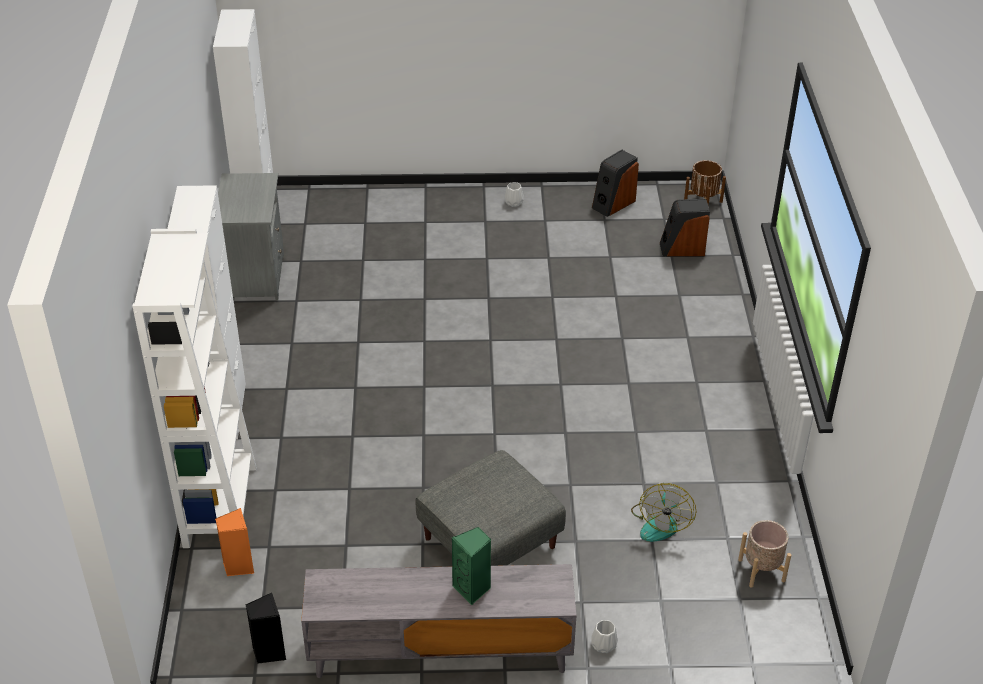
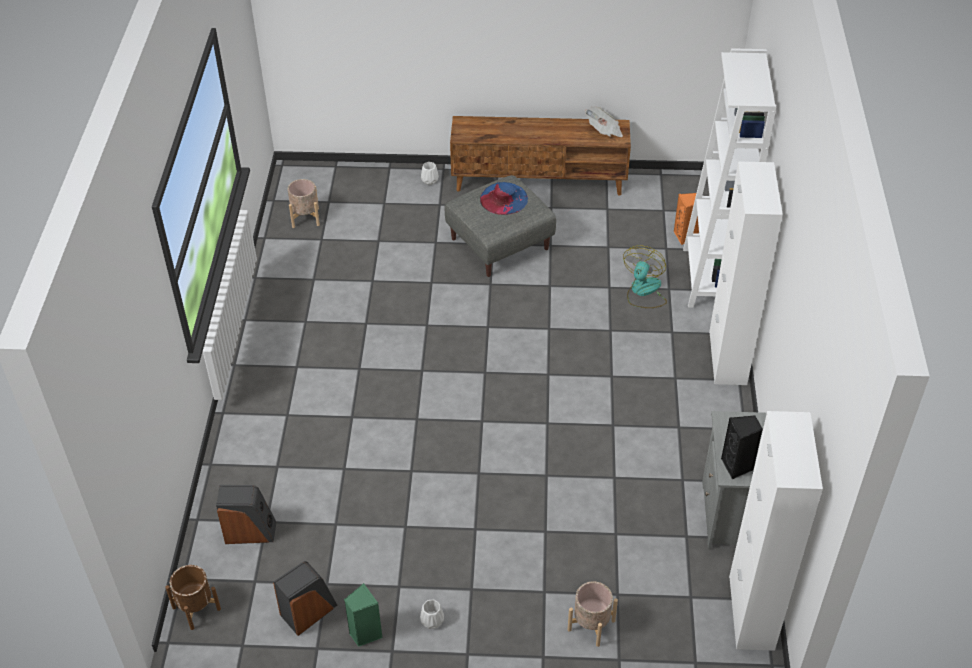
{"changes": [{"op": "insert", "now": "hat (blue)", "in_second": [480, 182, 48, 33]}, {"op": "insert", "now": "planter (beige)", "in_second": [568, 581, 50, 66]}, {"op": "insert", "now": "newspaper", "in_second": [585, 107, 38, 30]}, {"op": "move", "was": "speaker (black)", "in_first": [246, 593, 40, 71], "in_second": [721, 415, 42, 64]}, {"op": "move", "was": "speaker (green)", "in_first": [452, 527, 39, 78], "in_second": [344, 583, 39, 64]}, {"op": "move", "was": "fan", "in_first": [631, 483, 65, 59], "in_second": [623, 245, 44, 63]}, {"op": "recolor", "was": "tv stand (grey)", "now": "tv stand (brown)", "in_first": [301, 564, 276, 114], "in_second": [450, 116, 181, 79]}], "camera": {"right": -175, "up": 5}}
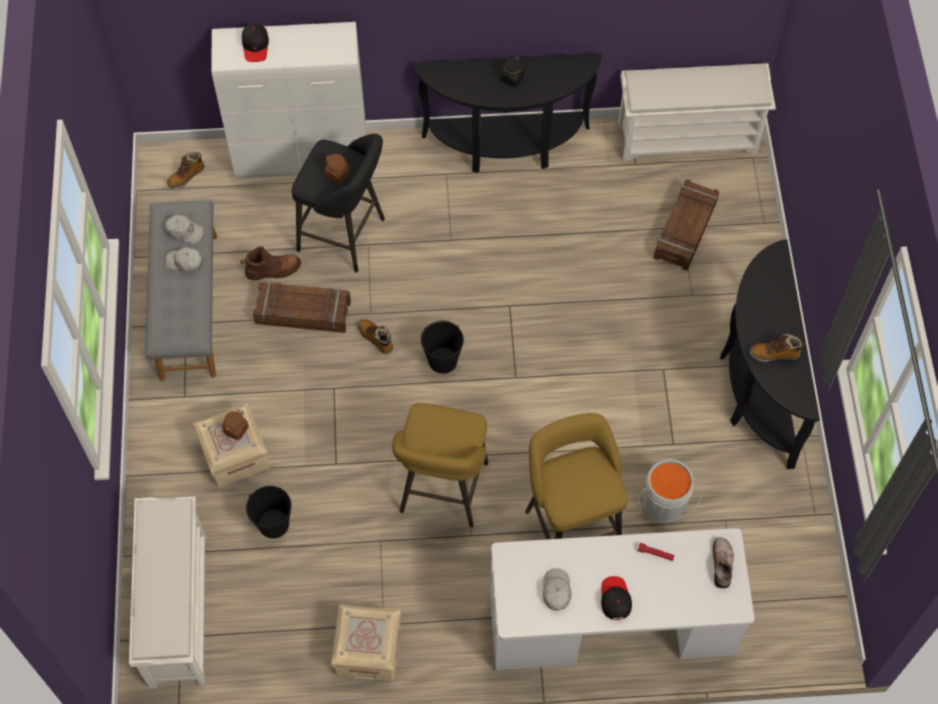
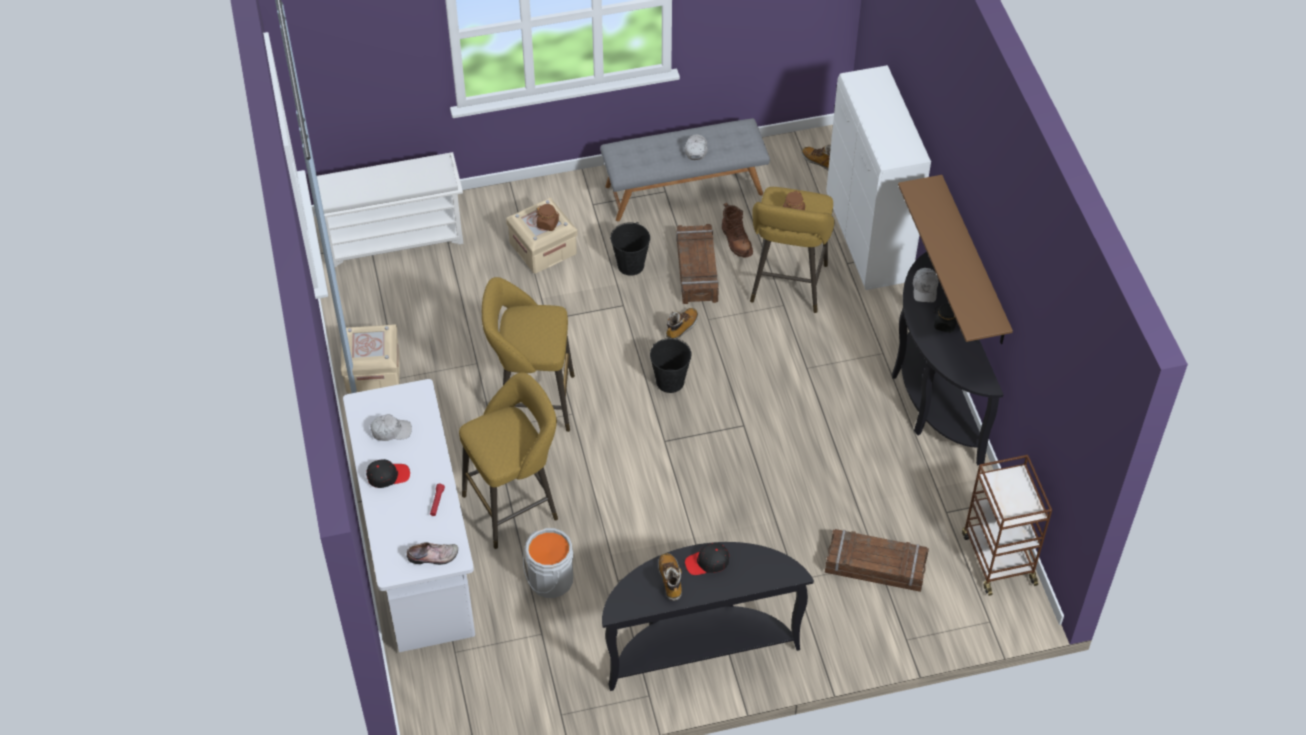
{"changes": [{"op": "insert", "now": "shelf (brown)", "in_second": [898, 175, 115, 169]}, {"op": "move", "was": "cap (white)", "in_first": [165, 215, 39, 29], "in_second": [912, 268, 26, 34]}, {"op": "move", "was": "cap (black)", "in_first": [242, 23, 27, 39], "in_second": [685, 543, 44, 32]}, {"op": "move", "was": "bucket (black)", "in_first": [246, 486, 45, 52], "in_second": [610, 222, 40, 54]}, {"op": "replace", "was": "shoe rack (white)", "now": "cart (brown)", "in_first": [618, 63, 158, 98], "in_second": [962, 455, 90, 141]}, {"op": "recolor", "was": "stool (black)", "now": "stool (yellow)", "in_first": [292, 134, 93, 138], "in_second": [750, 187, 85, 126]}], "camera": {"right": 80, "up": -10}}
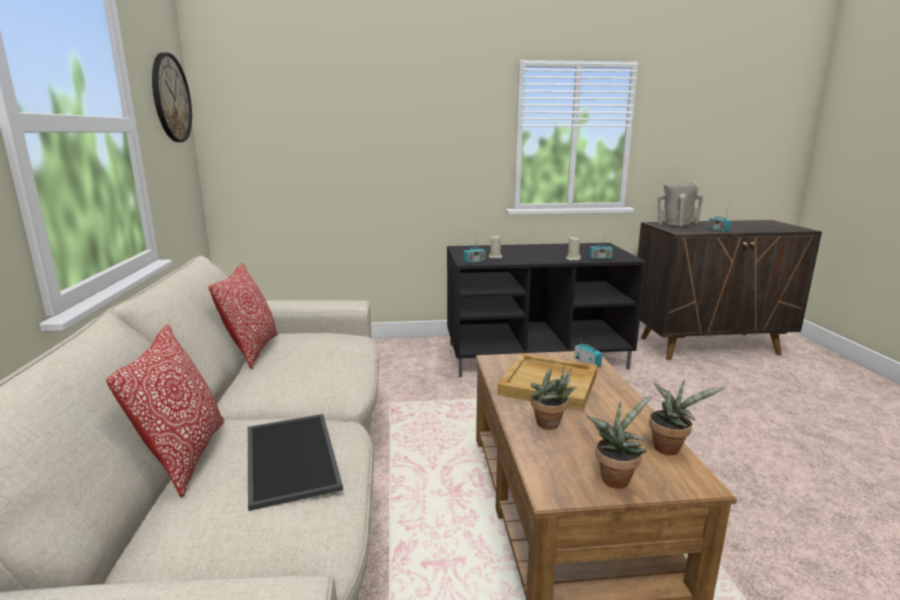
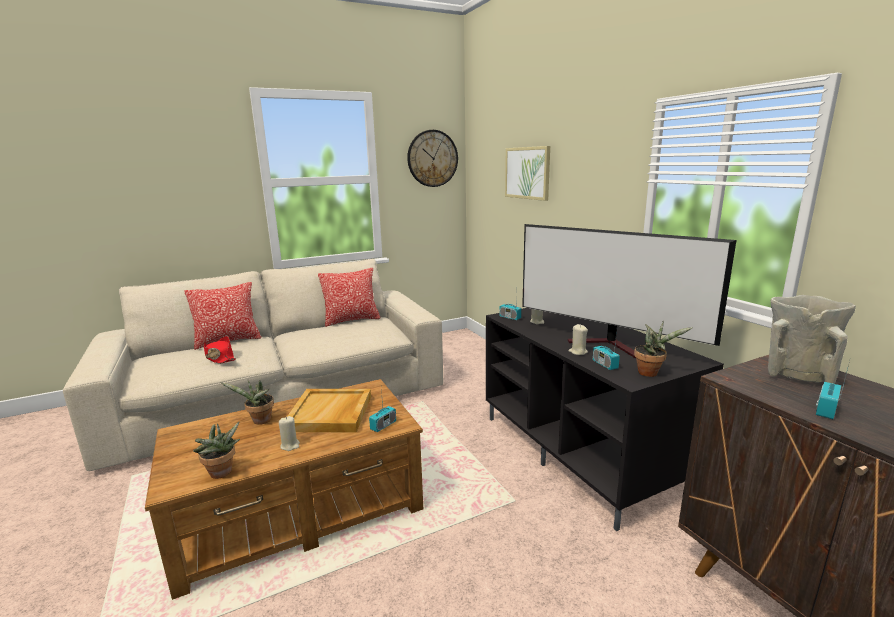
{"changes": [{"op": "insert", "now": "candle (beige)", "in_second": [279, 416, 21, 35]}, {"op": "insert", "now": "picture", "in_second": [505, 146, 45, 55]}, {"op": "insert", "now": "television", "in_second": [522, 224, 214, 134]}, {"op": "move", "was": "potted plant", "in_first": [587, 395, 65, 93], "in_second": [634, 321, 59, 56]}, {"op": "replace", "was": "tray", "now": "hat (red)", "in_first": [248, 414, 95, 97], "in_second": [203, 336, 33, 28]}], "camera": {"right": 70, "up": 0}}
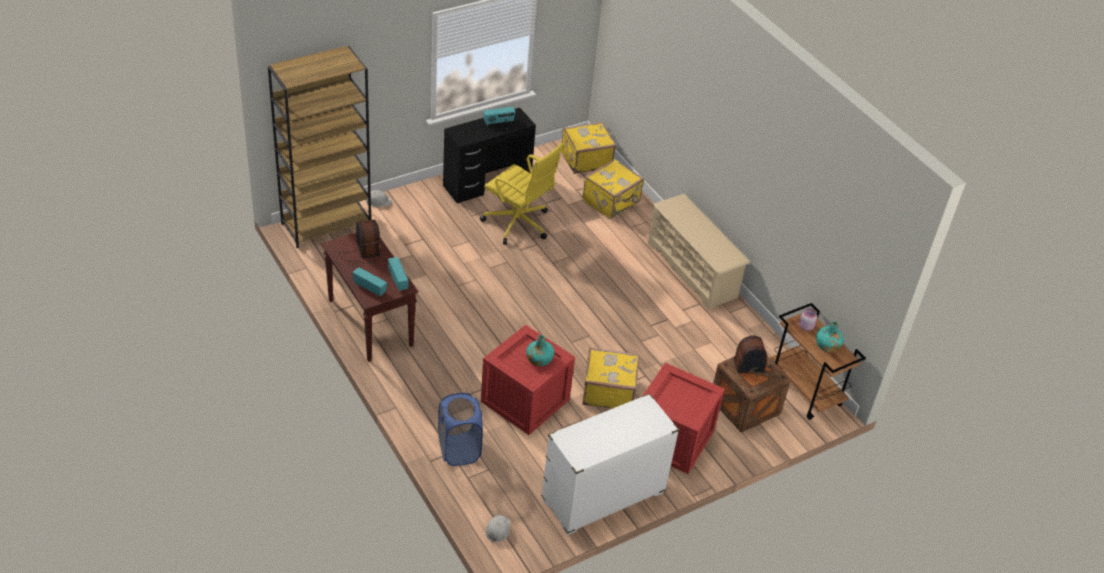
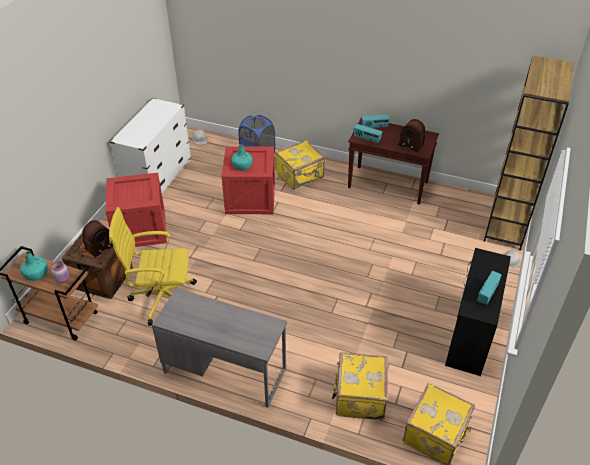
{"changes": [{"op": "move", "was": "office chair (yellow)", "in_first": [480, 143, 83, 102], "in_second": [109, 207, 88, 119]}, {"op": "move", "was": "suitcase (yellow)", "in_first": [582, 348, 58, 60], "in_second": [275, 140, 50, 49]}, {"op": "replace", "was": "shoe rack (beige)", "now": "desk (grey)", "in_first": [648, 194, 102, 117], "in_second": [152, 288, 135, 120]}], "camera": {"right": 145, "up": 0}}
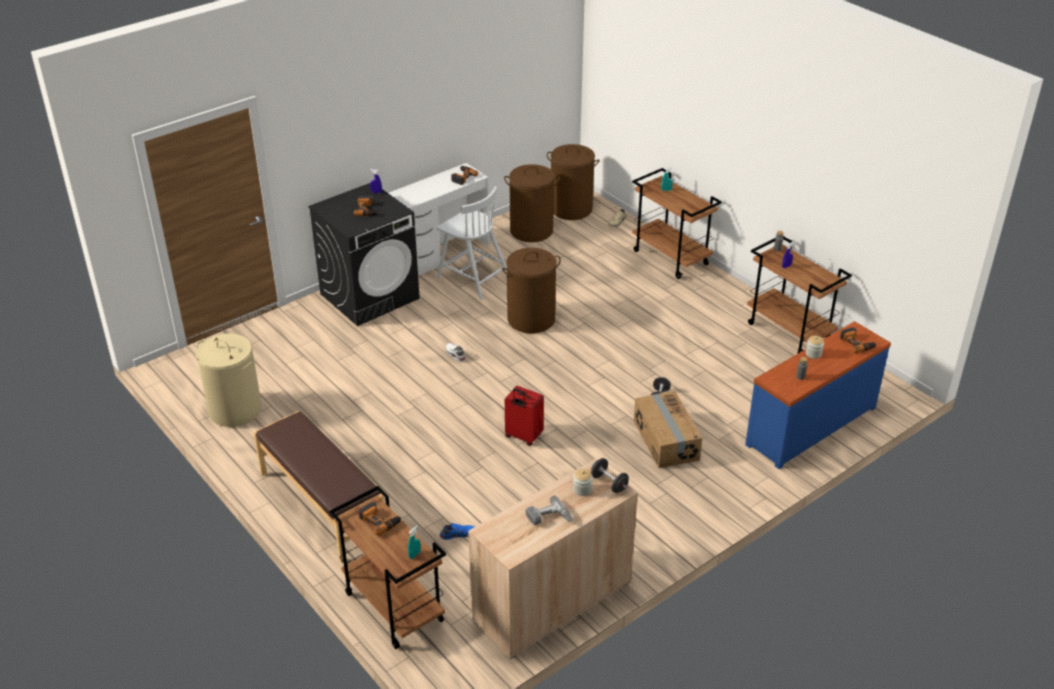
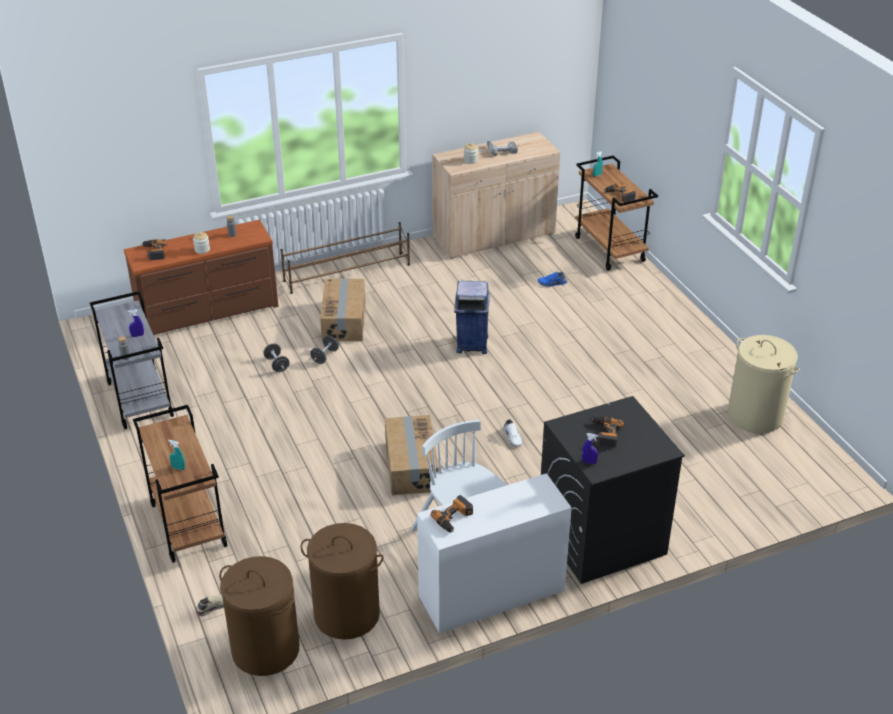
{"changes": [{"op": "delete", "was": "bench (brown)", "in_first": [253, 411, 131, 152]}, {"op": "insert", "now": "shoe rack (brown)", "in_second": [280, 222, 130, 72]}, {"op": "move", "was": "dumbbell (black)", "in_first": [591, 458, 38, 35], "in_second": [263, 344, 26, 28]}, {"op": "replace", "was": "laundry basket (brown)", "now": "cardboard box", "in_first": [502, 248, 59, 85], "in_second": [385, 415, 54, 80]}, {"op": "replace", "was": "suitcase (red)", "now": "trash can (blue)", "in_first": [505, 386, 39, 60], "in_second": [454, 281, 36, 73]}, {"op": "recolor", "was": "dresser (blue)", "now": "dresser (brown)", "in_first": [745, 321, 146, 148], "in_second": [124, 220, 154, 115]}, {"op": "recolor", "was": "cart (brown)", "now": "cart (grey)", "in_first": [747, 236, 105, 117], "in_second": [90, 291, 84, 138]}], "camera": {"right": -165, "up": 0}}
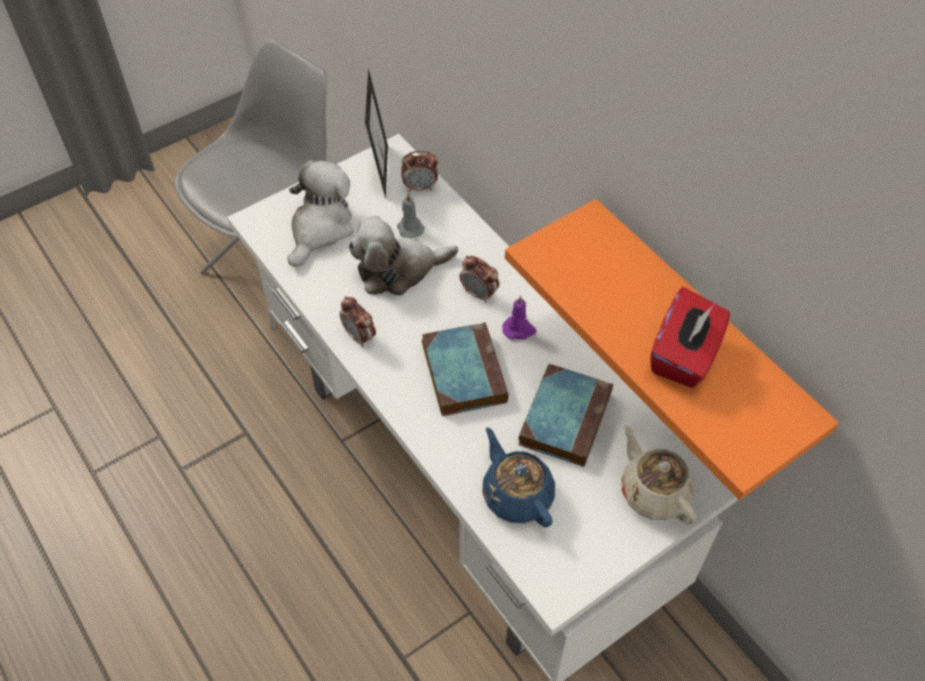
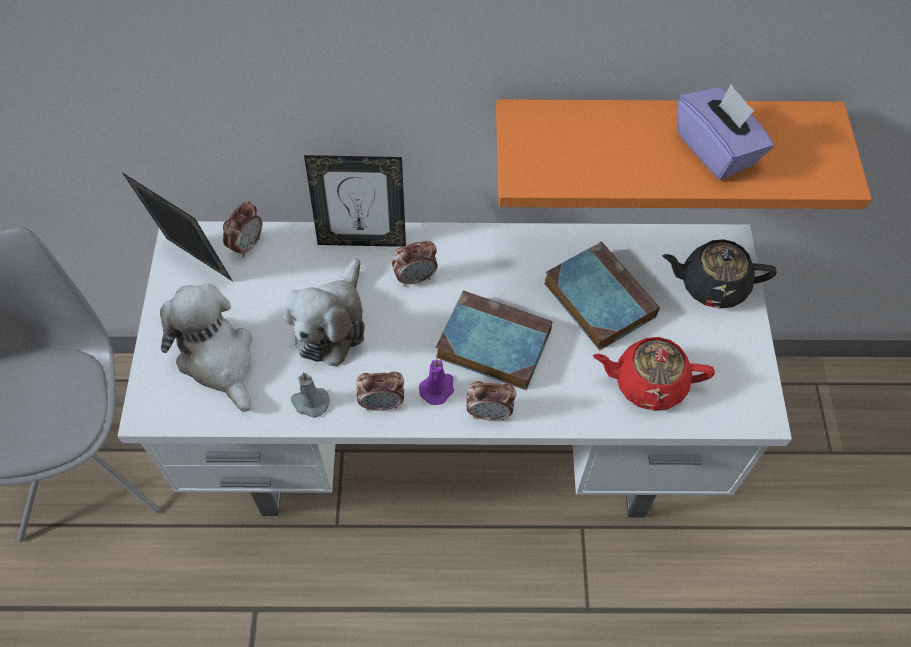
{"changes": [{"op": "insert", "now": "picture frame", "in_second": [304, 155, 102, 92]}, {"op": "insert", "now": "alarm clock", "in_second": [466, 381, 50, 39]}, {"op": "move", "was": "candle (grey)", "in_first": [397, 193, 28, 45], "in_second": [291, 373, 39, 45]}, {"op": "move", "was": "candle (purple)", "in_first": [502, 295, 34, 45], "in_second": [419, 359, 35, 46]}, {"op": "recolor", "was": "teapot (blue)", "now": "teapot (red)", "in_first": [482, 427, 73, 100], "in_second": [593, 337, 122, 74]}, {"op": "recolor", "was": "teapot (beige)", "now": "teapot (black)", "in_first": [621, 424, 76, 100], "in_second": [663, 239, 114, 70]}, {"op": "recolor", "was": "tissue box (red)", "now": "tissue box (purple)", "in_first": [650, 287, 80, 101], "in_second": [677, 84, 97, 96]}], "camera": {"right": -55, "up": 5}}
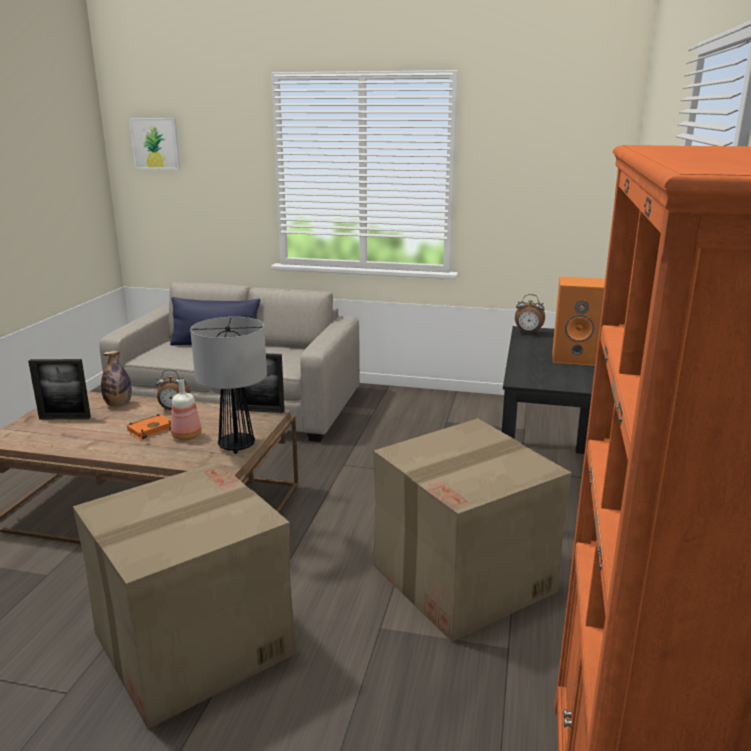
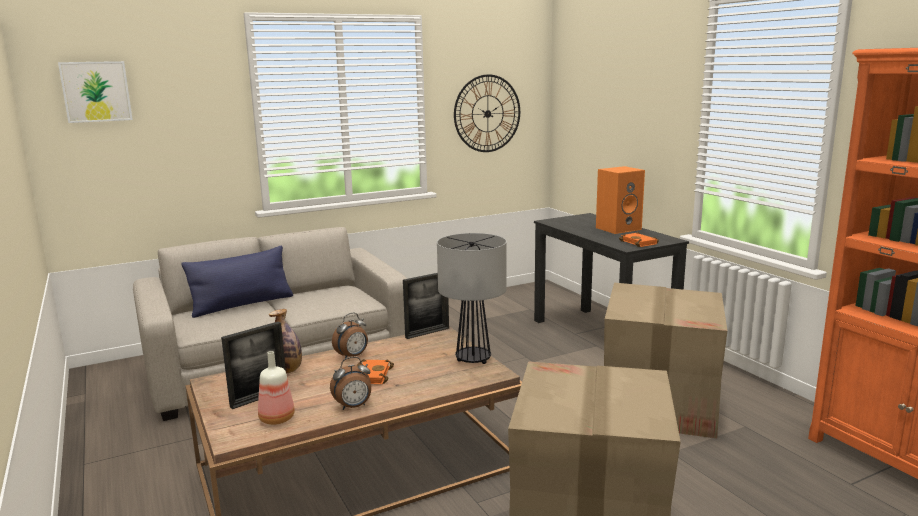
{"changes": [{"op": "insert", "now": "wall clock", "in_second": [454, 74, 66, 78]}, {"op": "insert", "now": "book (orange)", "in_second": [619, 232, 40, 15]}, {"op": "move", "was": "bottle", "in_first": [171, 379, 31, 61], "in_second": [258, 351, 37, 74]}, {"op": "move", "was": "alarm clock", "in_first": [515, 294, 30, 40], "in_second": [330, 357, 41, 53]}], "camera": {"right": -40, "up": -5}}
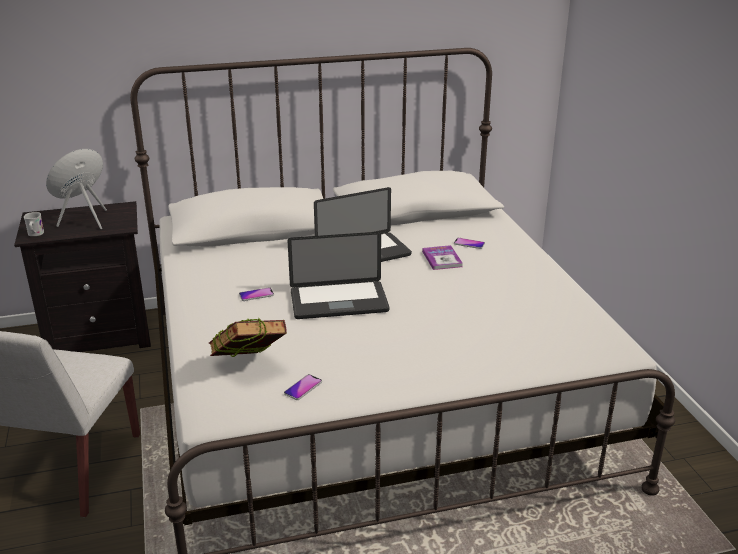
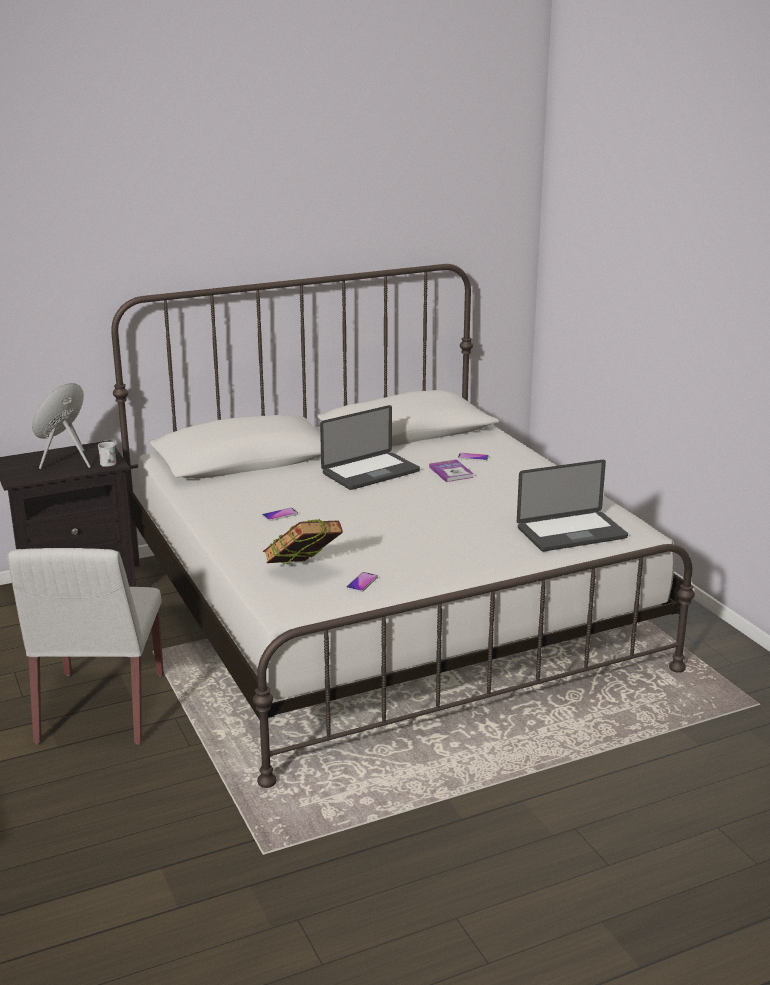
{"changes": [{"op": "move", "was": "mug (white)", "in_first": [24, 212, 20, 24], "in_second": [98, 442, 18, 25]}, {"op": "move", "was": "laptop", "in_first": [288, 232, 102, 87], "in_second": [517, 460, 111, 91]}], "camera": {"right": -10, "up": -5}}
